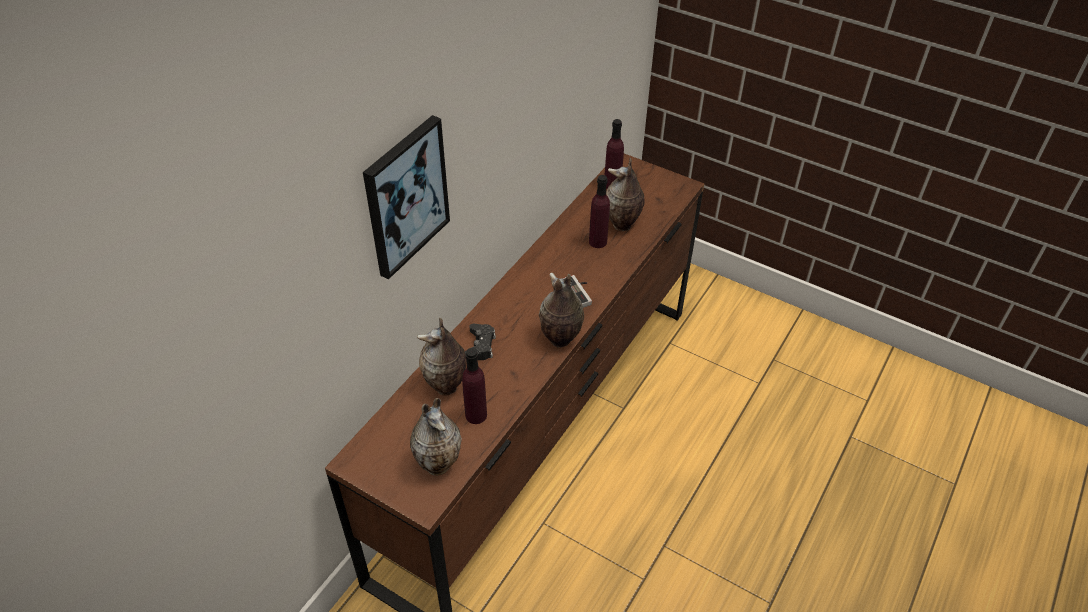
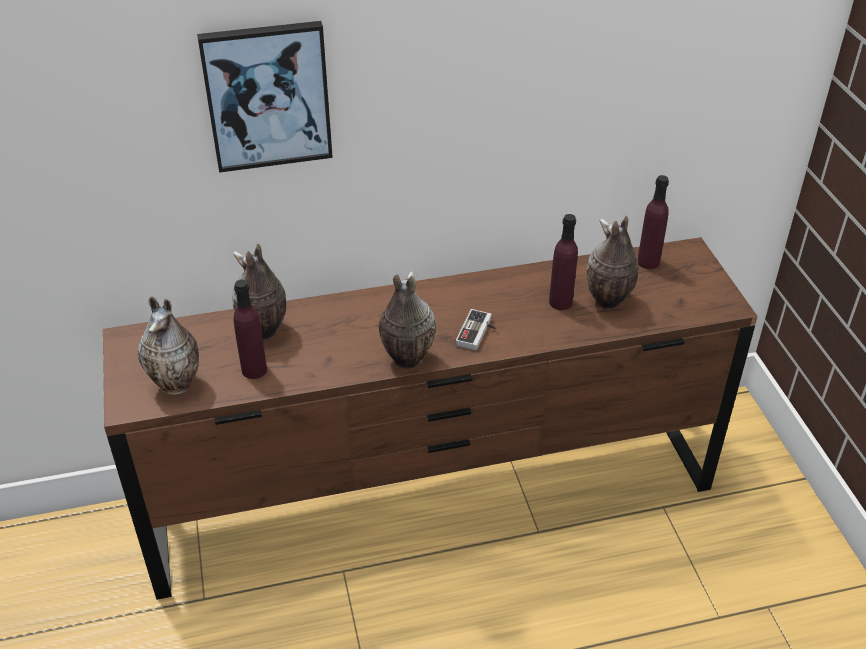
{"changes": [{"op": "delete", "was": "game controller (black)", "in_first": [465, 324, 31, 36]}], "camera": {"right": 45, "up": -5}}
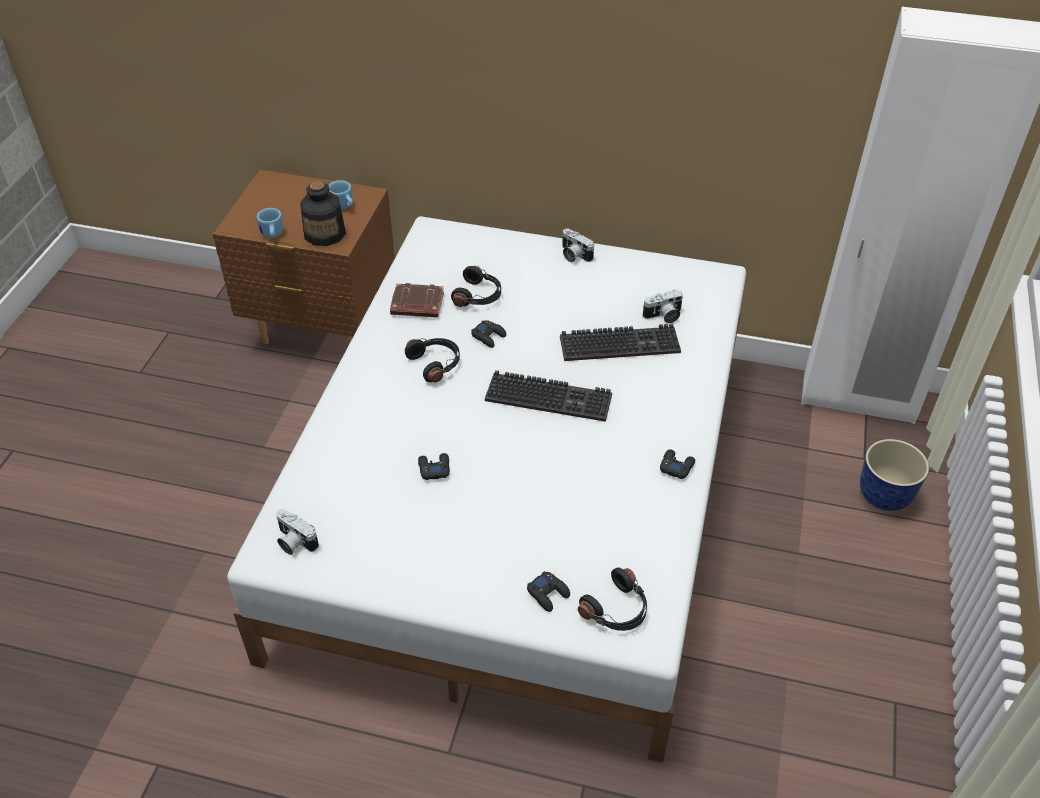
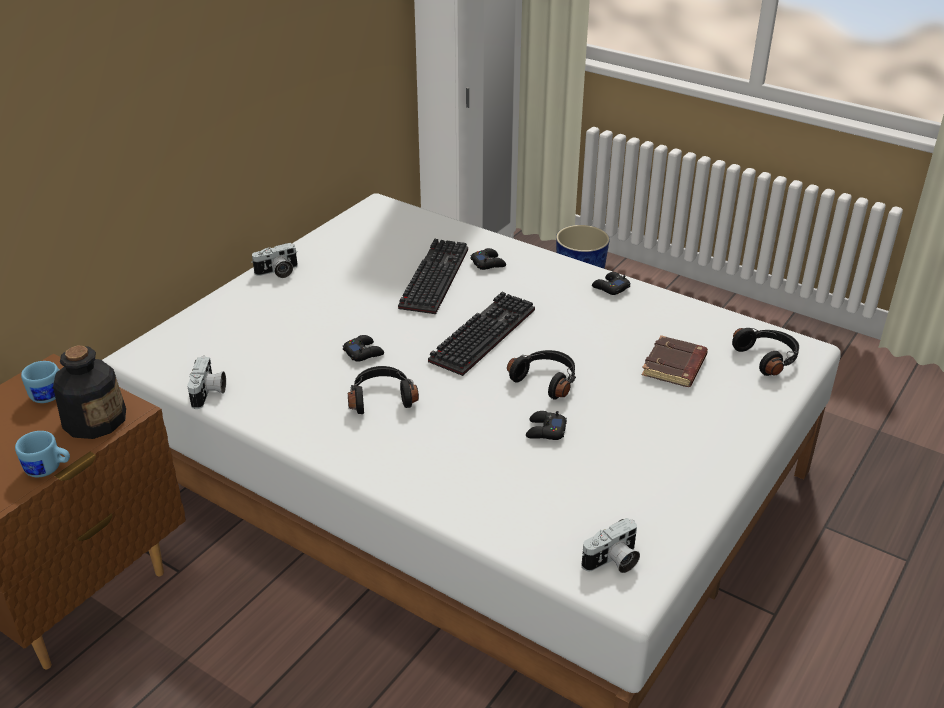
{"changes": [{"op": "move", "was": "book (brown)", "in_first": [390, 283, 54, 35], "in_second": [642, 335, 66, 52]}, {"op": "move", "was": "headphones (black)", "in_first": [451, 266, 50, 41], "in_second": [507, 350, 69, 50]}, {"op": "move", "was": "game controller (black)", "in_first": [527, 571, 43, 41], "in_second": [470, 248, 36, 22]}, {"op": "move", "was": "photo camera", "in_first": [642, 290, 41, 33], "in_second": [187, 356, 39, 53]}], "camera": {"right": -70, "up": -10}}
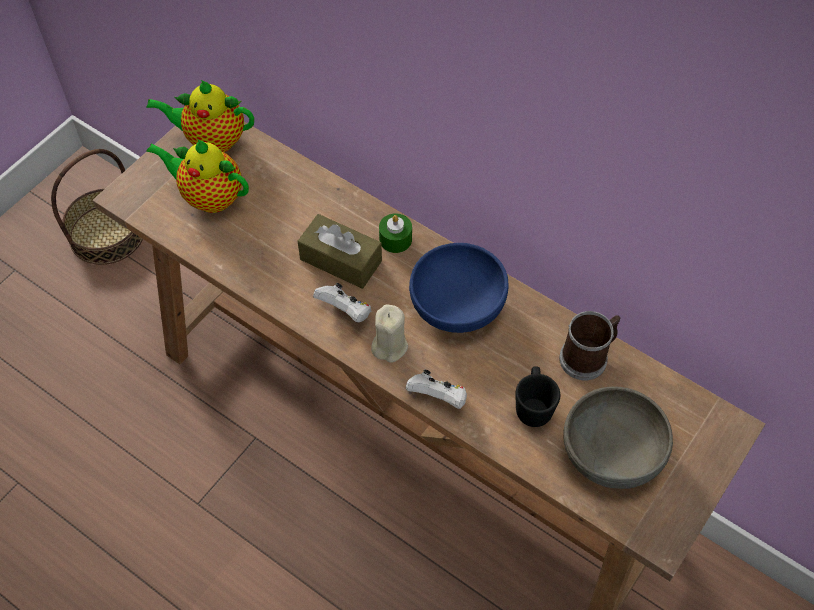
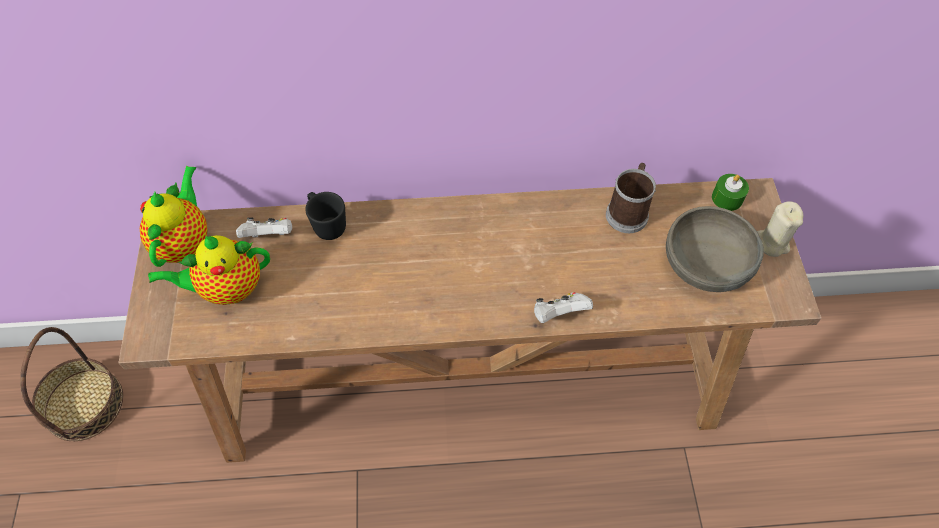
{"changes": [{"op": "delete", "was": "tissue box (brown)", "in_first": [297, 214, 85, 75]}, {"op": "delete", "was": "bowl (blue)", "in_first": [409, 243, 100, 90]}, {"op": "move", "was": "game controller (white)", "in_first": [313, 283, 58, 40], "in_second": [236, 218, 56, 20]}, {"op": "move", "was": "candle (beige)", "in_first": [371, 304, 37, 59], "in_second": [757, 201, 46, 56]}, {"op": "move", "was": "candle (green)", "in_first": [379, 213, 33, 40], "in_second": [712, 174, 37, 37]}, {"op": "move", "was": "mug (black)", "in_first": [515, 366, 45, 61], "in_second": [305, 192, 41, 48]}, {"op": "rotate", "was": "teapot", "in_first": [146, 80, 108, 72], "in_second": [140, 166, 68, 101], "clockwise": 135}], "camera": {"right": -40, "up": 0}}
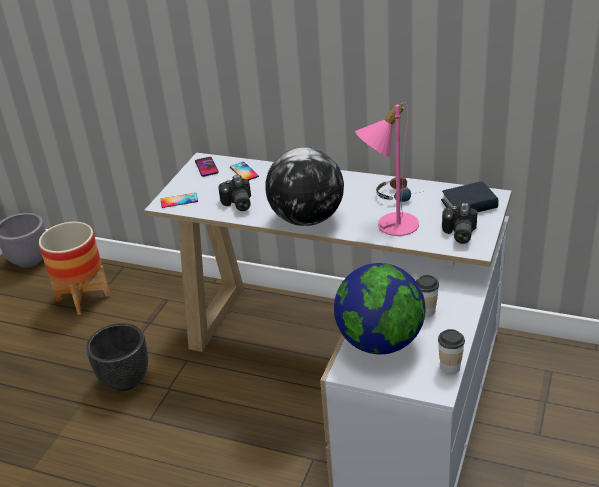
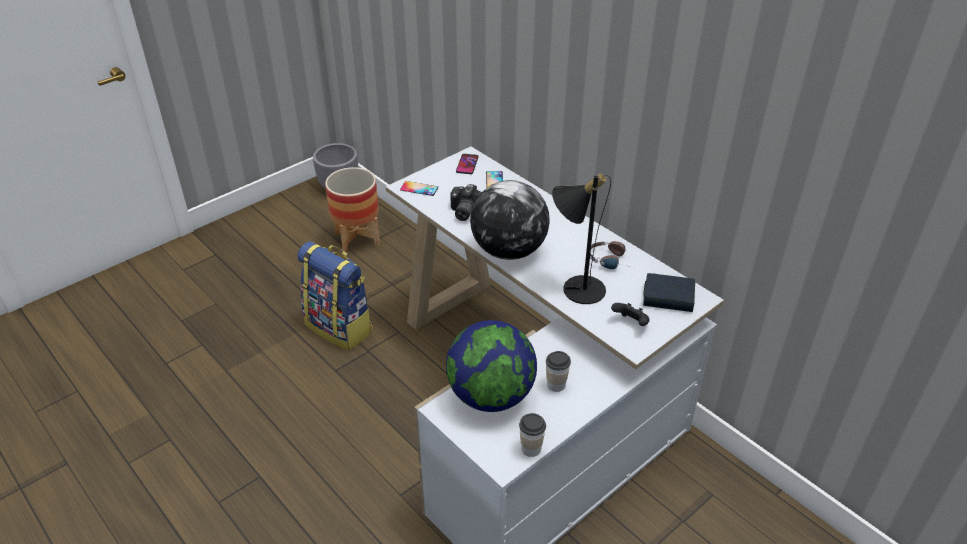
{"changes": [{"op": "replace", "was": "planter (black)", "now": "backpack", "in_first": [86, 323, 62, 68], "in_second": [297, 241, 76, 110]}, {"op": "replace", "was": "photo camera", "now": "game controller (black)", "in_first": [442, 203, 35, 41], "in_second": [611, 303, 39, 23]}, {"op": "recolor", "was": "table lamp (pink)", "now": "table lamp (black)", "in_first": [355, 102, 64, 134], "in_second": [552, 173, 59, 131]}], "camera": {"right": 25, "up": 5}}
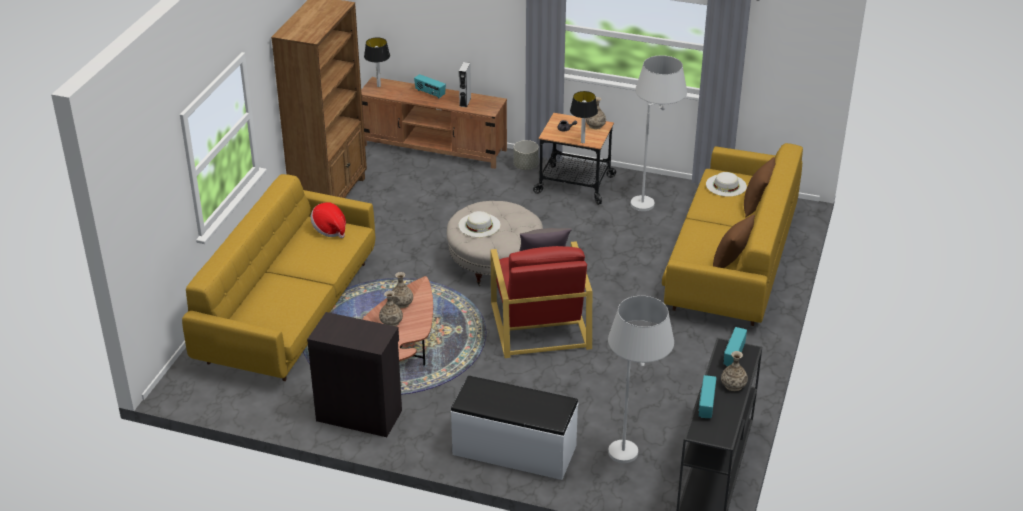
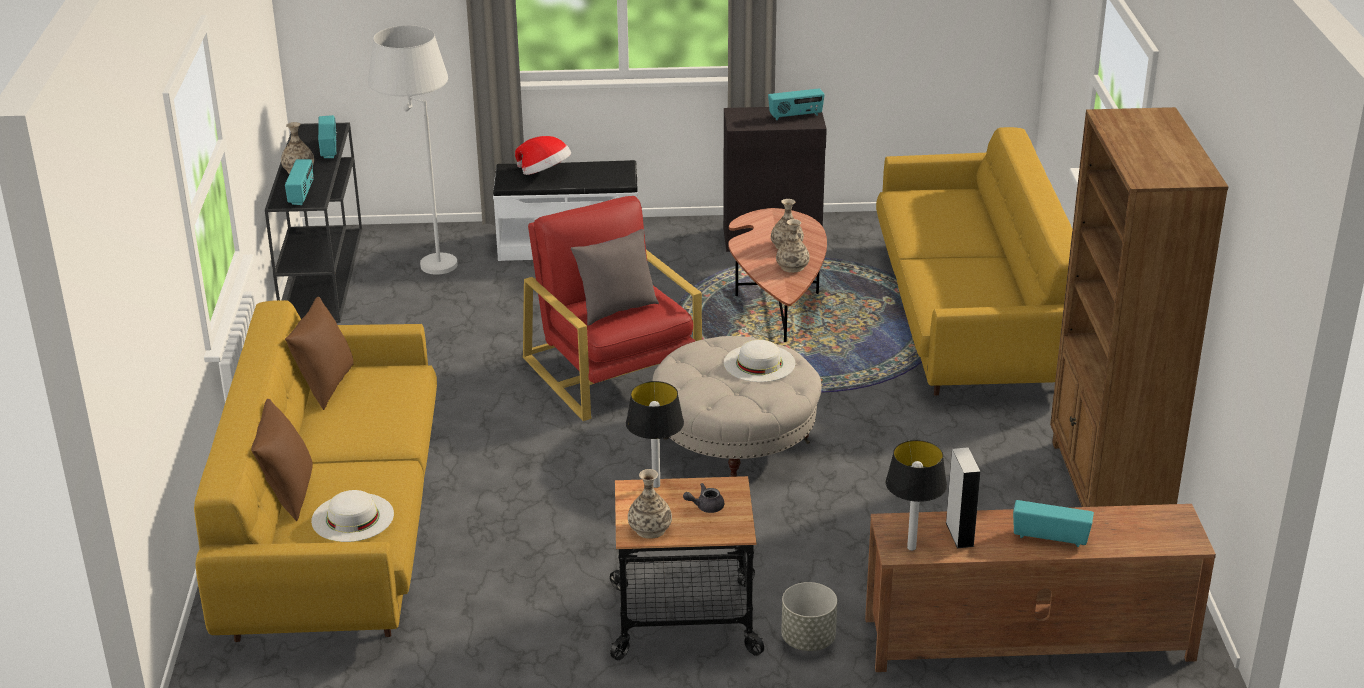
{"changes": [{"op": "delete", "was": "floor lamp (white)", "in_first": [631, 55, 56, 156]}, {"op": "insert", "now": "radio", "in_second": [768, 88, 57, 32]}, {"op": "move", "was": "hat", "in_first": [310, 202, 36, 36], "in_second": [515, 136, 56, 39]}, {"op": "move", "was": "table lamp", "in_first": [364, 37, 26, 50], "in_second": [886, 440, 61, 111]}], "camera": {"right": 160, "up": -5}}
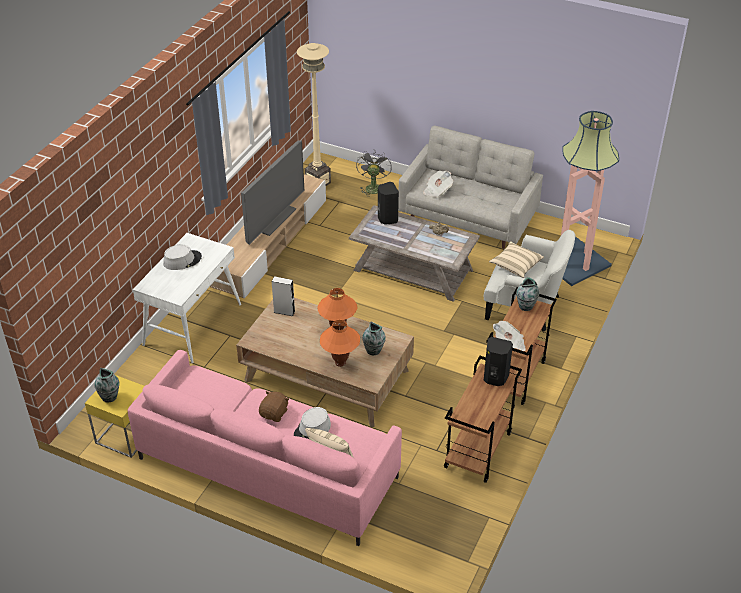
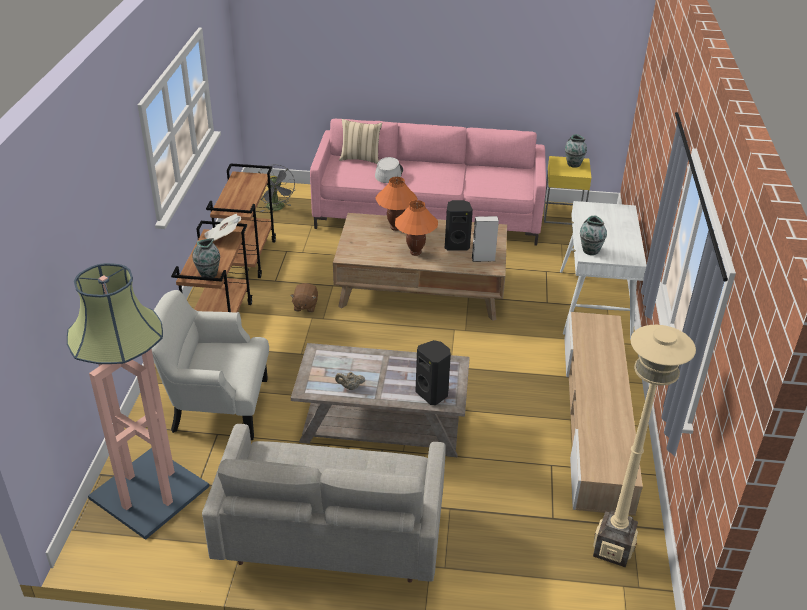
{"changes": [{"op": "delete", "was": "hat (grey)", "in_first": [163, 245, 39, 25]}, {"op": "delete", "was": "television", "in_first": [241, 140, 63, 105]}, {"op": "delete", "was": "newspaper", "in_first": [423, 171, 30, 27]}, {"op": "delete", "was": "pillow (beige)", "in_first": [489, 241, 55, 37]}, {"op": "move", "was": "plush toy (brown)", "in_first": [259, 391, 30, 31], "in_second": [290, 283, 28, 29]}, {"op": "move", "was": "fan (grey)", "in_first": [356, 151, 36, 46], "in_second": [258, 164, 37, 48]}, {"op": "move", "was": "vase", "in_first": [362, 322, 24, 33], "in_second": [580, 216, 27, 39]}, {"op": "move", "was": "speaker (black)", "in_first": [484, 337, 29, 49], "in_second": [445, 200, 28, 51]}], "camera": {"right": 160, "up": -5}}
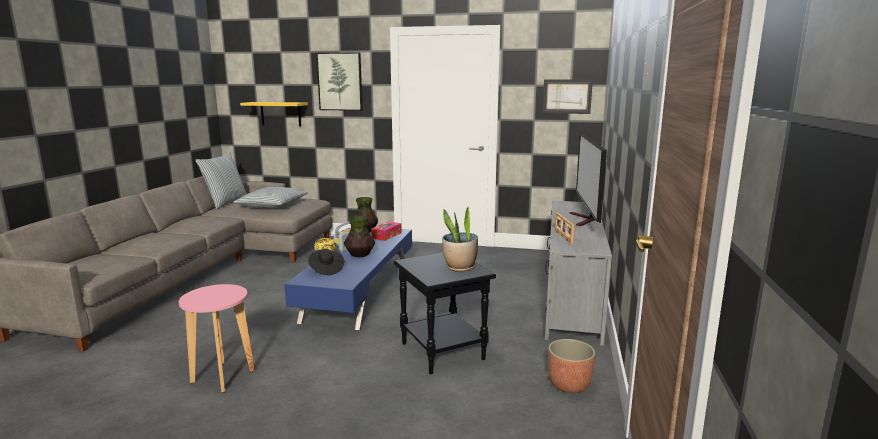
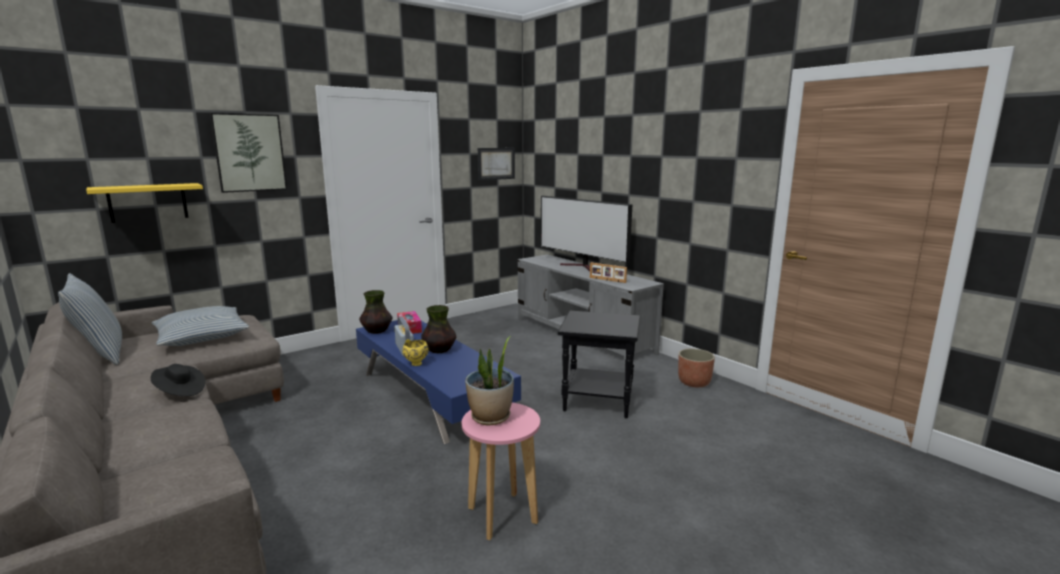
{"changes": [{"op": "move", "was": "hat (black)", "in_first": [308, 249, 36, 26], "in_second": [151, 364, 55, 32]}, {"op": "move", "was": "potted plant", "in_first": [442, 206, 36, 66], "in_second": [465, 336, 49, 89]}], "camera": {"right": -50, "up": 0}}
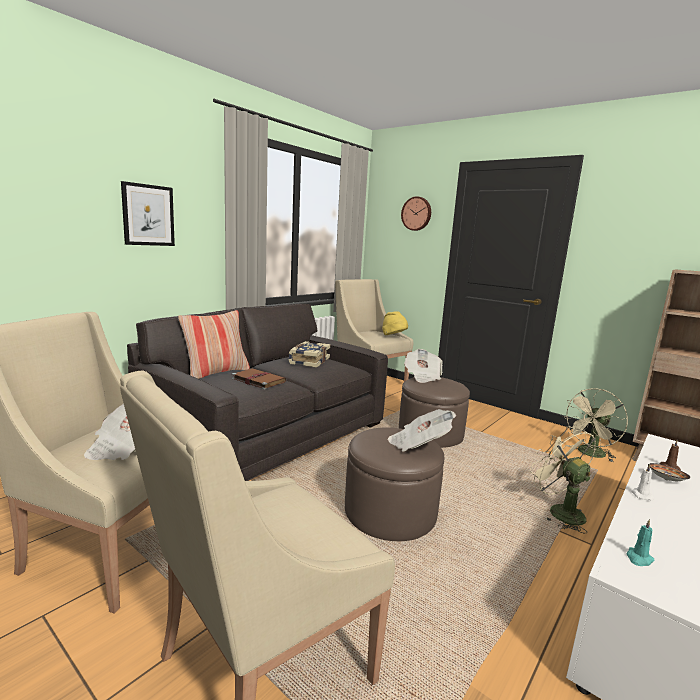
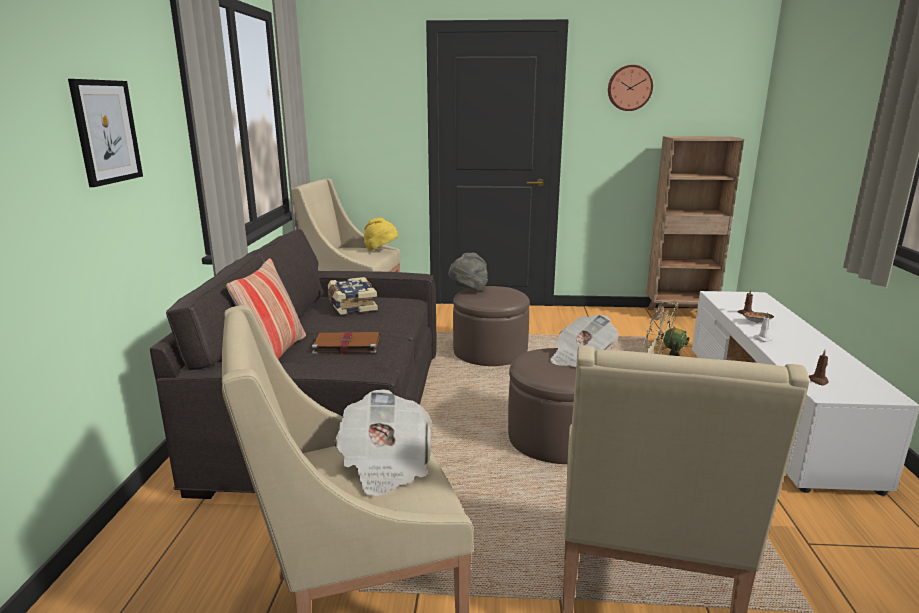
{"changes": [{"op": "delete", "was": "fan (beige)", "in_first": [563, 388, 65, 74]}, {"op": "move", "was": "wall clock", "in_first": [401, 196, 30, 35], "in_second": [608, 65, 45, 46]}, {"op": "replace", "was": "newspaper", "now": "hat (grey)", "in_first": [404, 349, 39, 34], "in_second": [449, 253, 39, 38]}, {"op": "recolor", "was": "candle (turquoise)", "now": "candle (brown)", "in_first": [627, 519, 28, 47], "in_second": [809, 350, 20, 35]}], "camera": {"right": -35, "up": 5}}
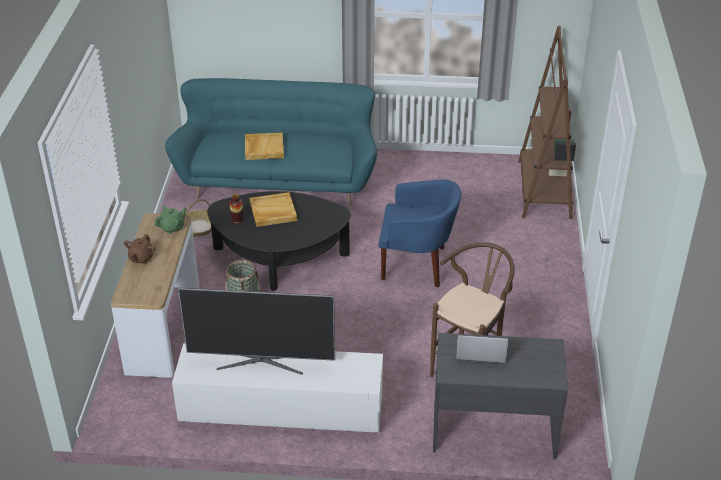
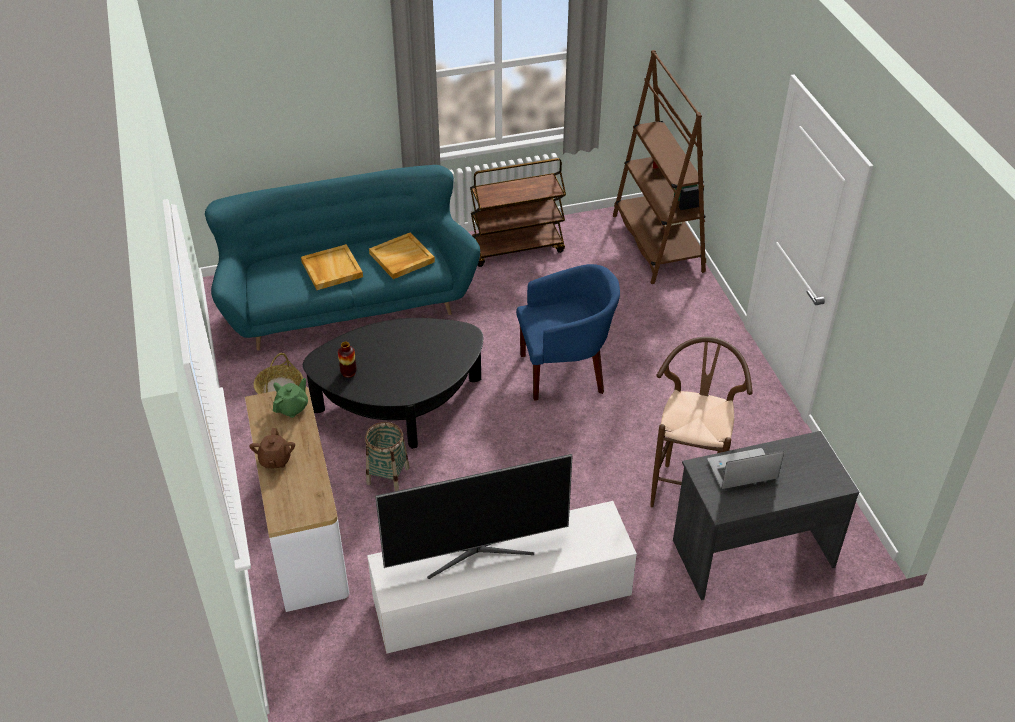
{"changes": [{"op": "insert", "now": "cart (brown)", "in_second": [470, 158, 96, 109]}, {"op": "move", "was": "tray (beige)", "in_first": [250, 192, 47, 35], "in_second": [369, 233, 66, 46]}], "camera": {"right": -20, "up": 5}}
